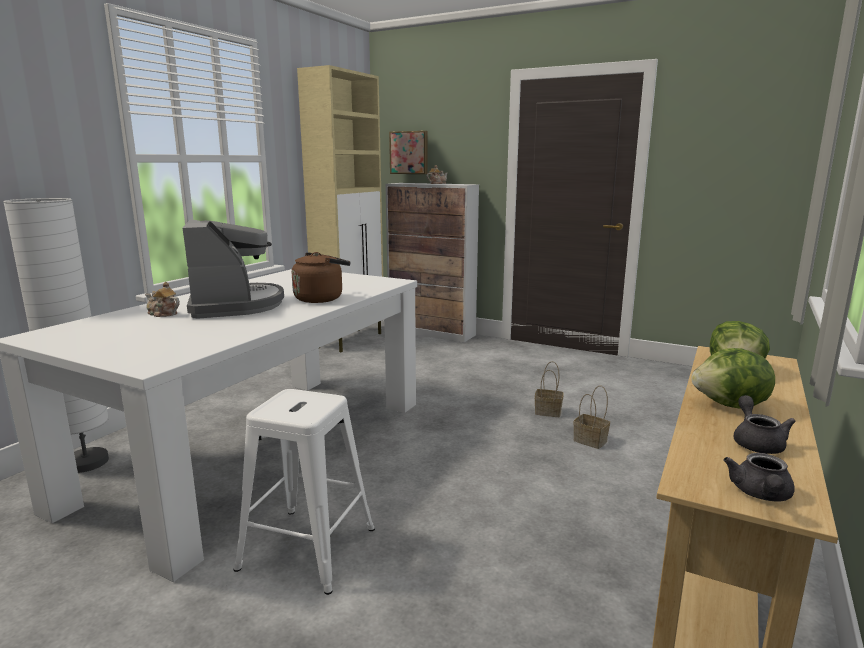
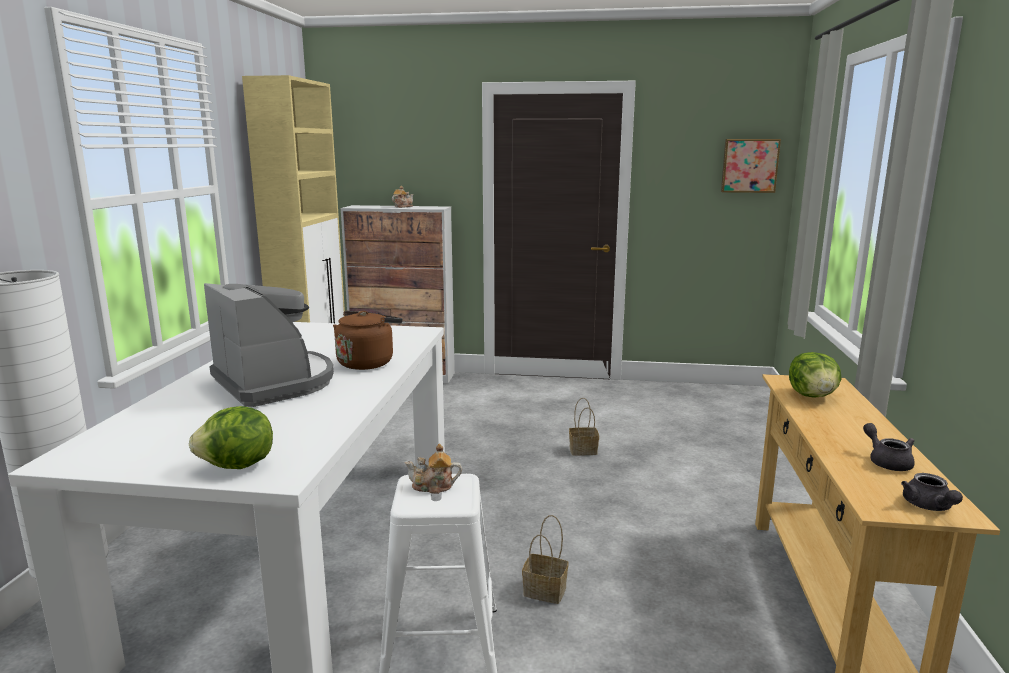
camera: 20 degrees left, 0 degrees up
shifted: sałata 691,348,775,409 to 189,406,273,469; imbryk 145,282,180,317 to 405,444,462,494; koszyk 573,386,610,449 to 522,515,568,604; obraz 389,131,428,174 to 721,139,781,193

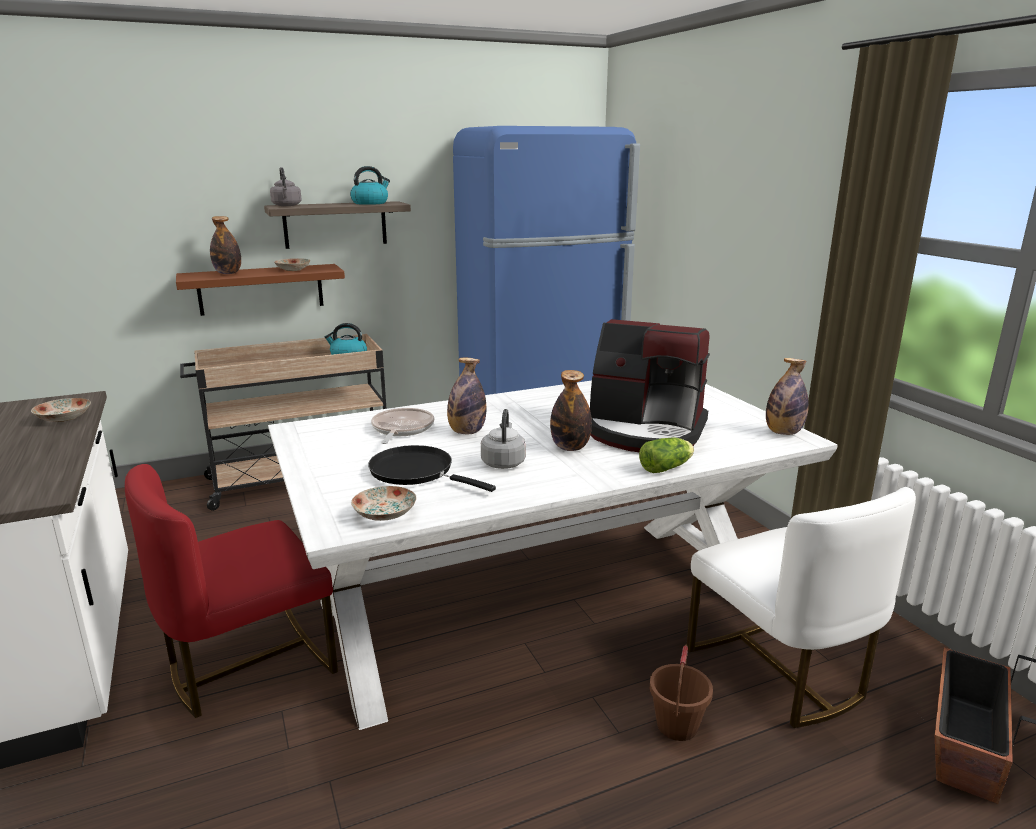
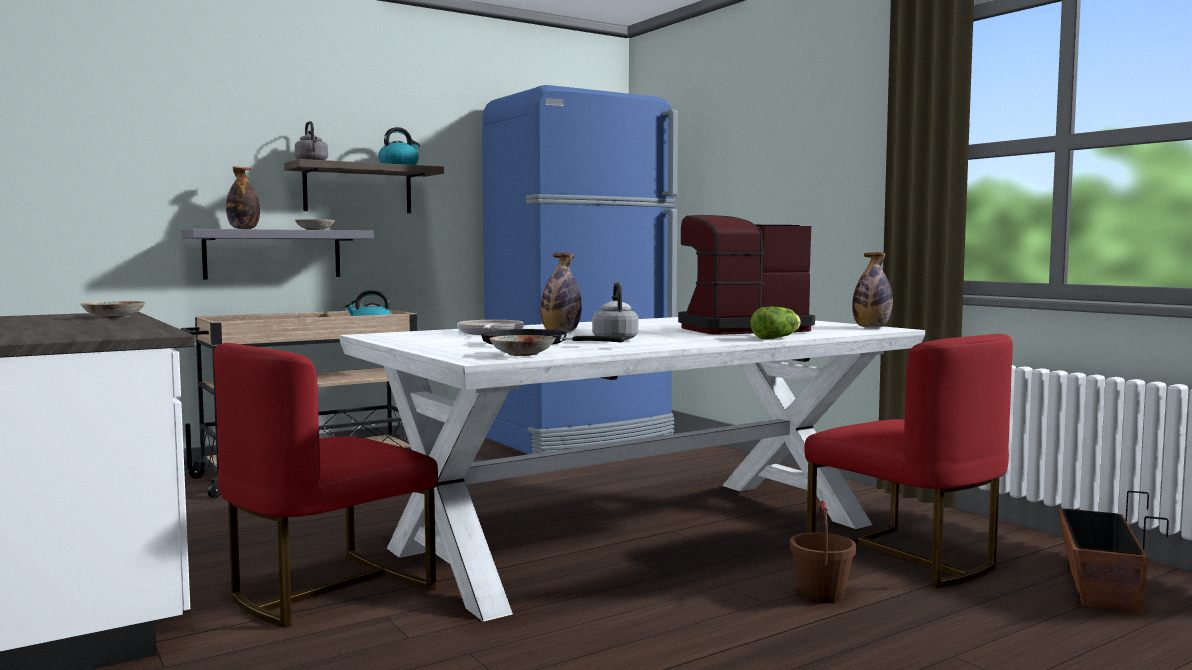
camera: 10 degrees left, 15 degrees down
gone: butelka 550,370,592,451
repainted: półka/brązowy 176,264,345,316 to półka/szary 181,229,374,279; krzesło/biały 687,487,916,728 to krzesło/czerwony 804,334,1013,588
rotated: ekspres do kawy 590,319,710,452 = 678,215,815,335 150 degrees clockwise

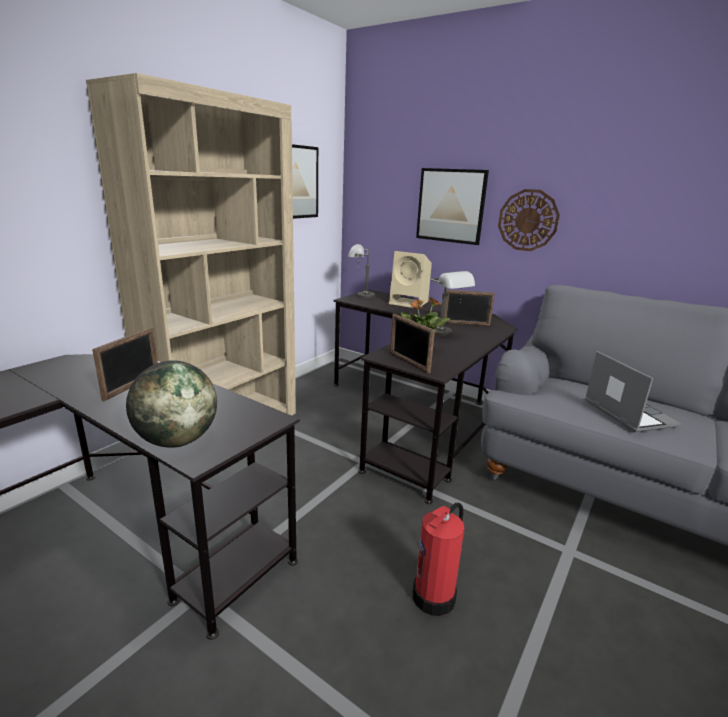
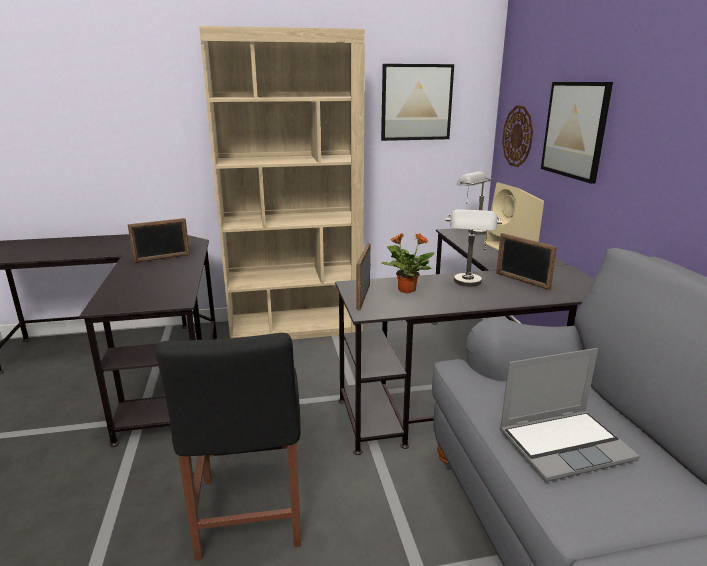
camera: 45 degrees right, 0 degrees up
gone: globus 126,360,217,448
shifted: zegar ścienny 498,189,560,251 to 502,105,533,167
swapped: gaśnica 413,503,465,616 to krzesło/czarny 156,333,301,561
rotated: laptop 585,351,681,432 = 500,348,640,482 45 degrees clockwise

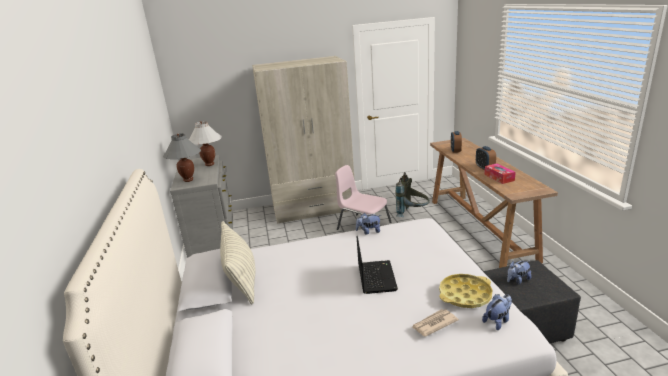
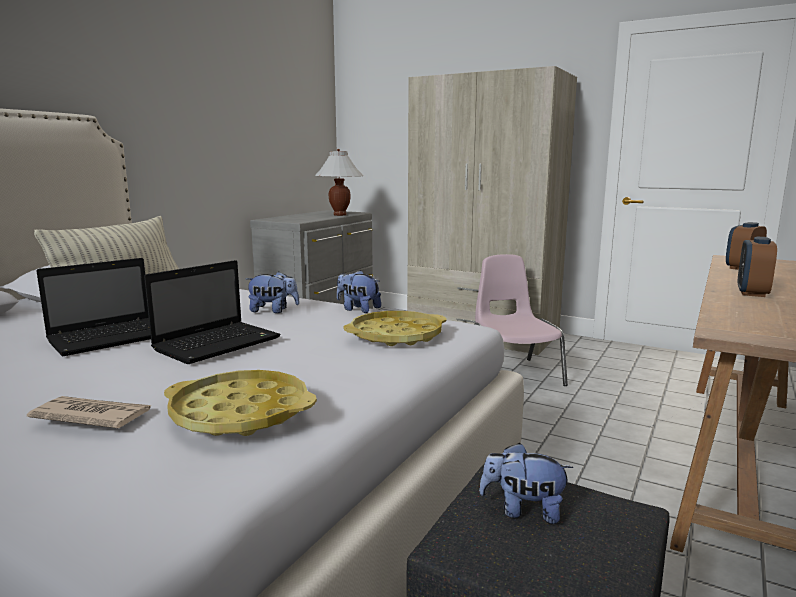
camera: 40 degrees right, 10 degrees down
gone: lampa stołowa/szary 163,134,201,182; plecak/szary 395,172,430,217; pudełko chusteczek 485,163,516,184
new: laptop 36,258,151,357; taca/żółty 343,311,446,346
shifted: pluszak 482,294,512,330 to 246,271,299,313

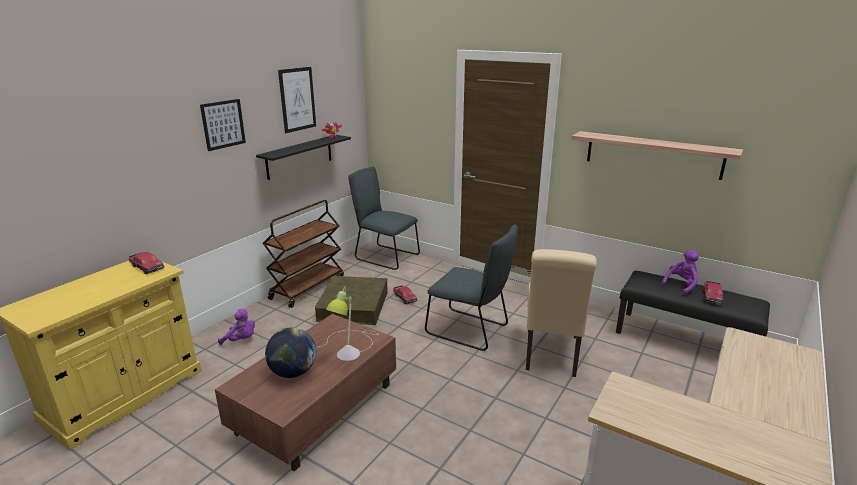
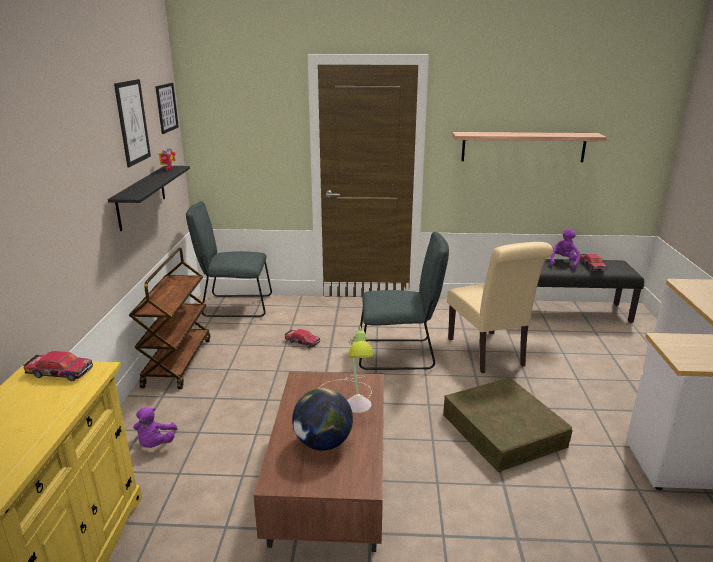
camera: 30 degrees left, 0 degrees up
shifted: obraz 200,99,246,151 to 155,83,179,134; pojemnik do przechowywania/brązowy 315,276,388,325 to 443,377,572,472
rotated: pluszak/fioletowy 218,309,255,345 = 134,407,178,448 105 degrees clockwise

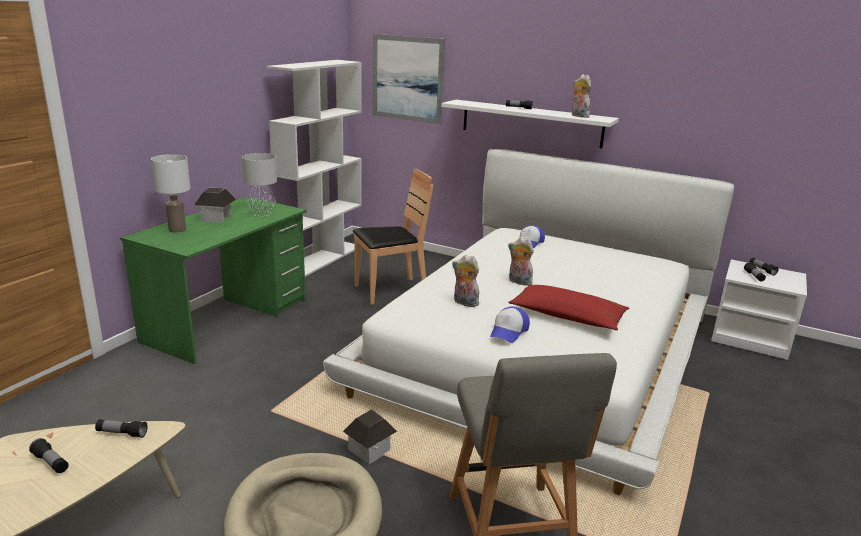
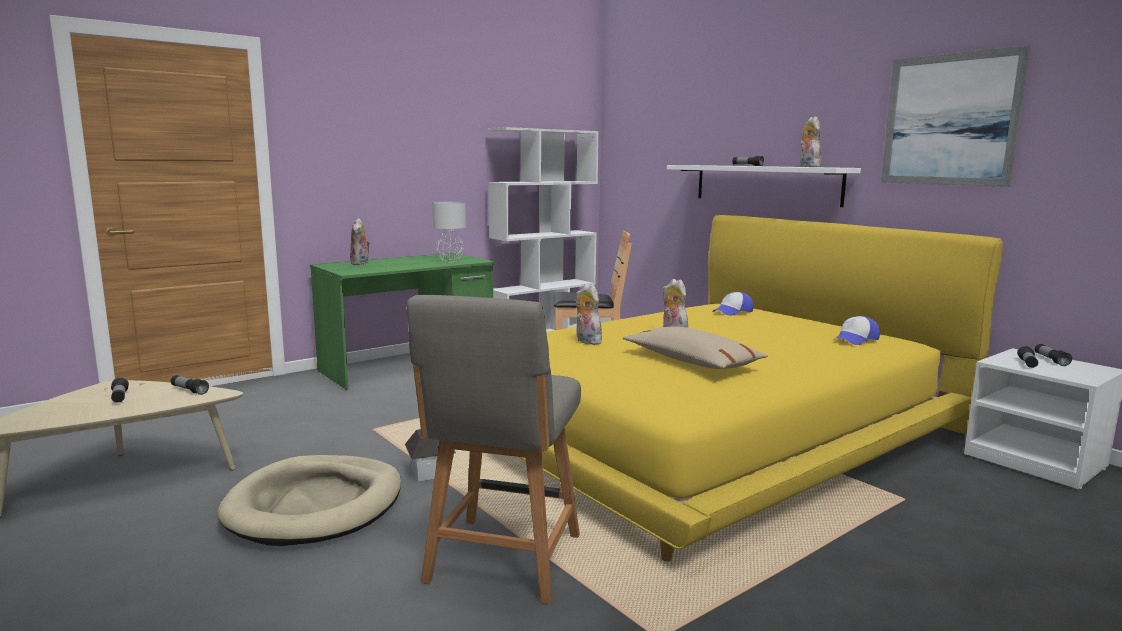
camera: 25 degrees right, 10 degrees down
gone: domek 194,188,236,223
shifted: czapka z daszkiem 490,306,530,343 to 835,316,880,345; obraz 372,34,445,124 to 881,45,1031,187
swapped: lampa stołowa/biały 151,154,191,233 to pluszak 350,218,370,265
repainted: łóżko/biały 323,149,734,495 to łóżko/żółty 519,215,1003,562; poduszka/czerwony 508,284,629,330 to poduszka/beżowy 623,326,768,369

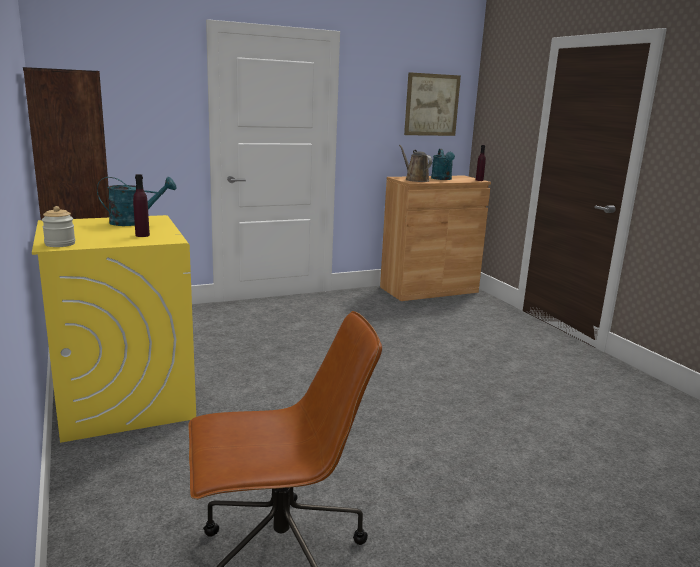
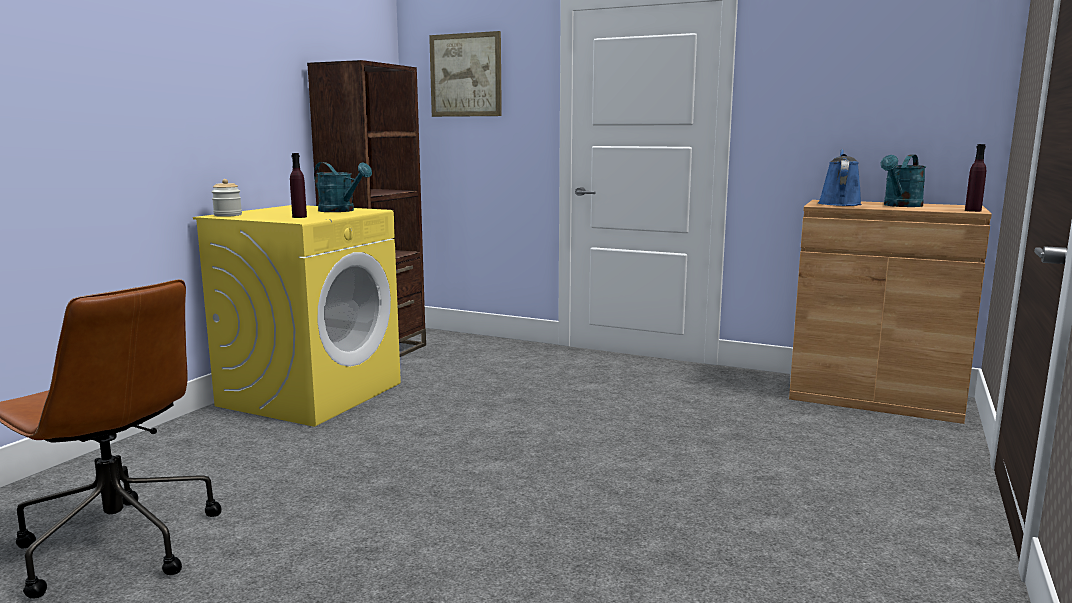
camera: 50 degrees right, 5 degrees down
shifted: obraz 404,72,461,136 to 429,31,502,117
repainted: konewka/brązowy 399,145,432,182 to konewka/niebieski 818,149,862,206

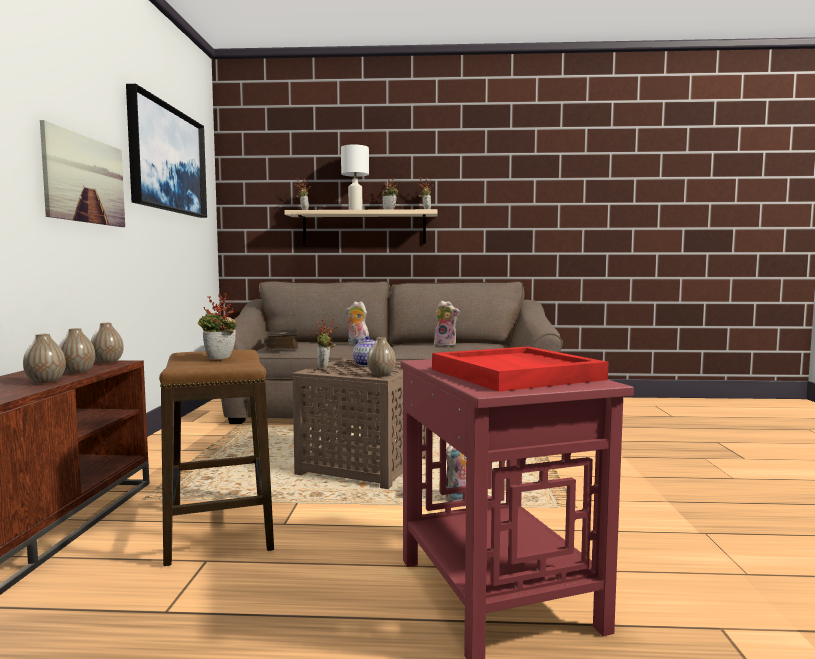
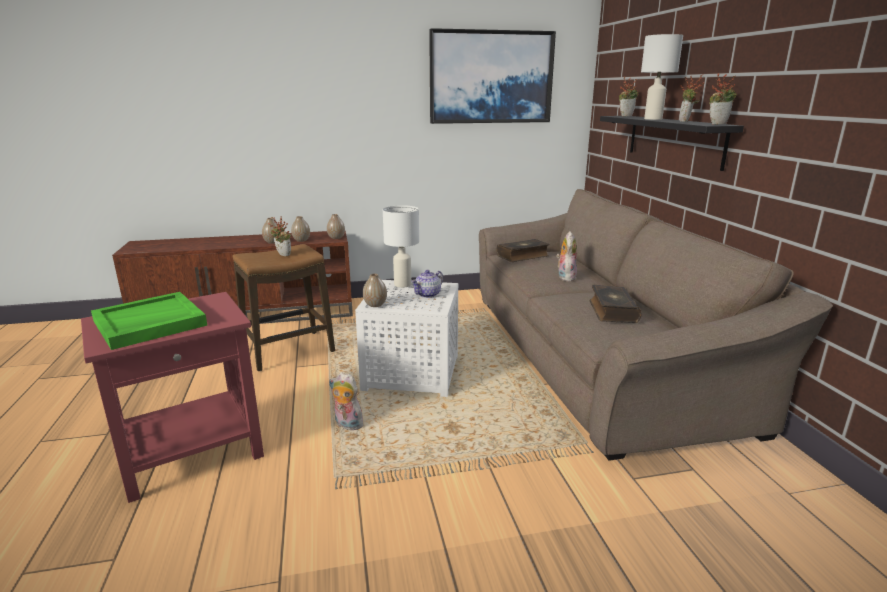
camera: 75 degrees right, 15 degrees up
gone: obraz 40,120,125,227
swapped: roślina doniczkowa 313,318,338,369 to lampa stołowa/biały 383,205,419,288; pluszak 432,301,460,347 to książka 589,285,642,323
repainted: taca/czerwony 432,346,609,392 to taca/zielony 91,292,207,350; stolik/brązowy 292,358,426,489 to stolik/biały 355,280,458,397; półka/beżowy 284,209,438,244 to półka/czarny 600,116,744,171

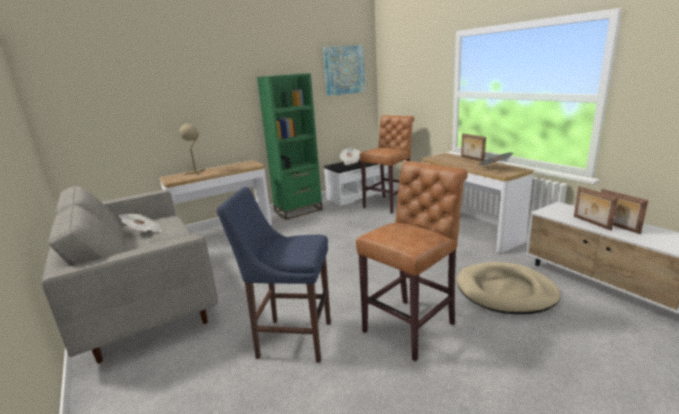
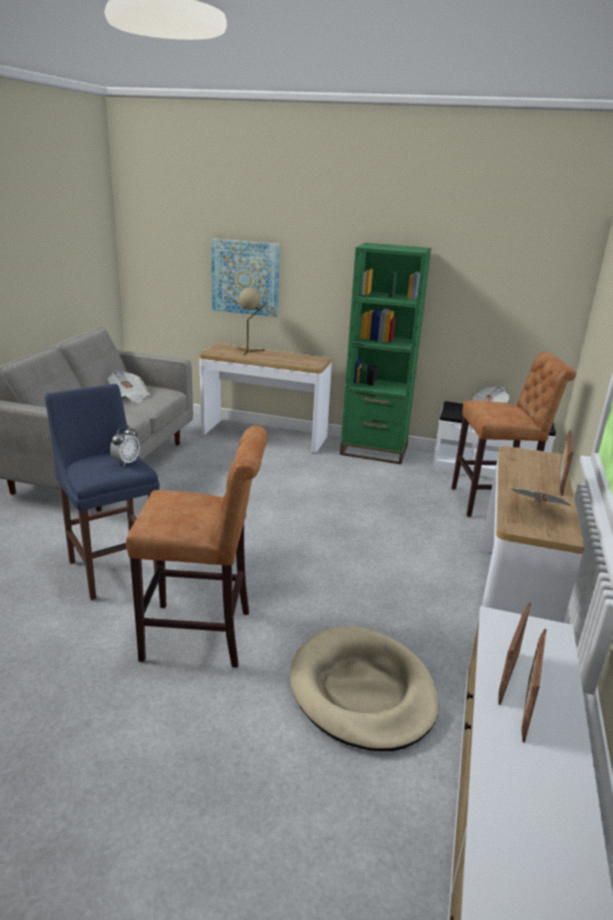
camera: 45 degrees right, 5 degrees up
new: budzik 110,425,140,466
shifted: obraz 323,45,365,96 to 211,238,280,317

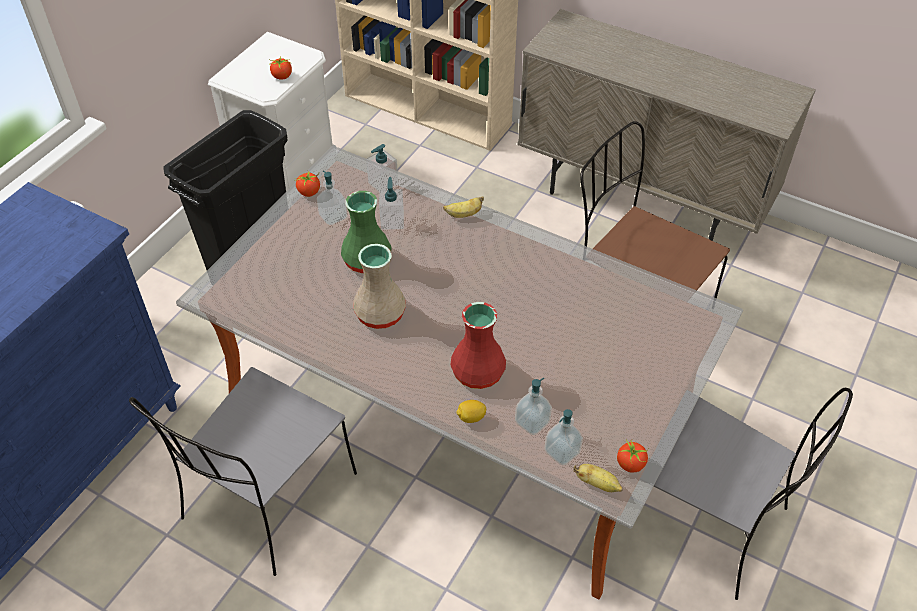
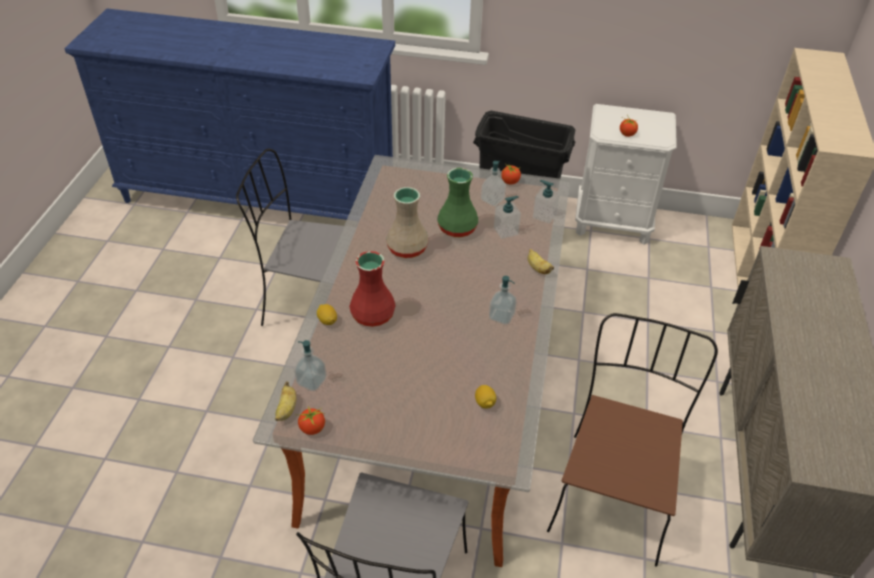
camera: 70 degrees right, 5 degrees down
new: cytryna 475,385,496,409
shifted: dozownik mydła 515,378,552,435 to 489,276,517,325

